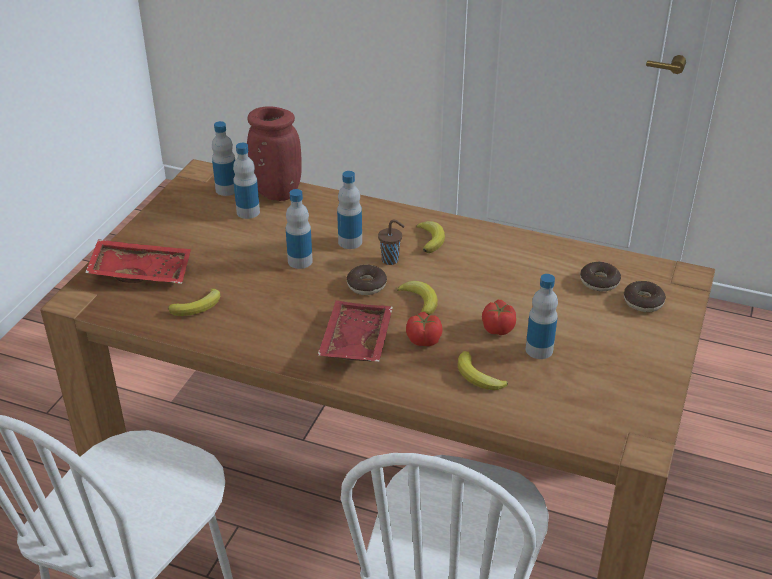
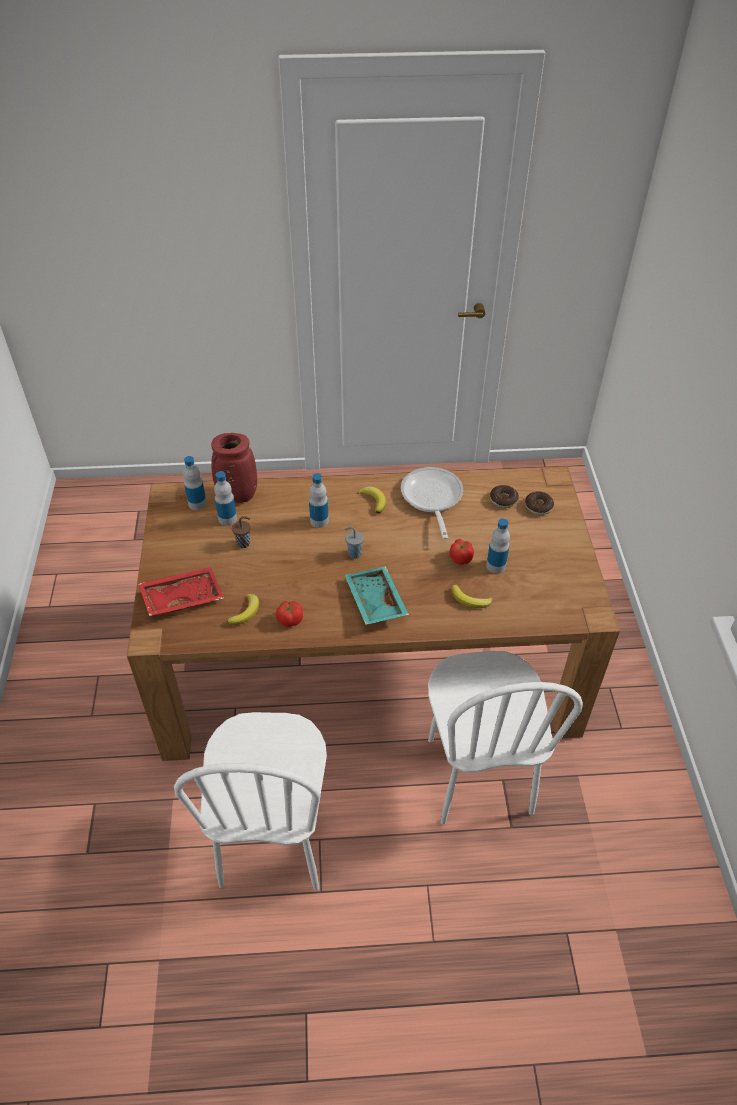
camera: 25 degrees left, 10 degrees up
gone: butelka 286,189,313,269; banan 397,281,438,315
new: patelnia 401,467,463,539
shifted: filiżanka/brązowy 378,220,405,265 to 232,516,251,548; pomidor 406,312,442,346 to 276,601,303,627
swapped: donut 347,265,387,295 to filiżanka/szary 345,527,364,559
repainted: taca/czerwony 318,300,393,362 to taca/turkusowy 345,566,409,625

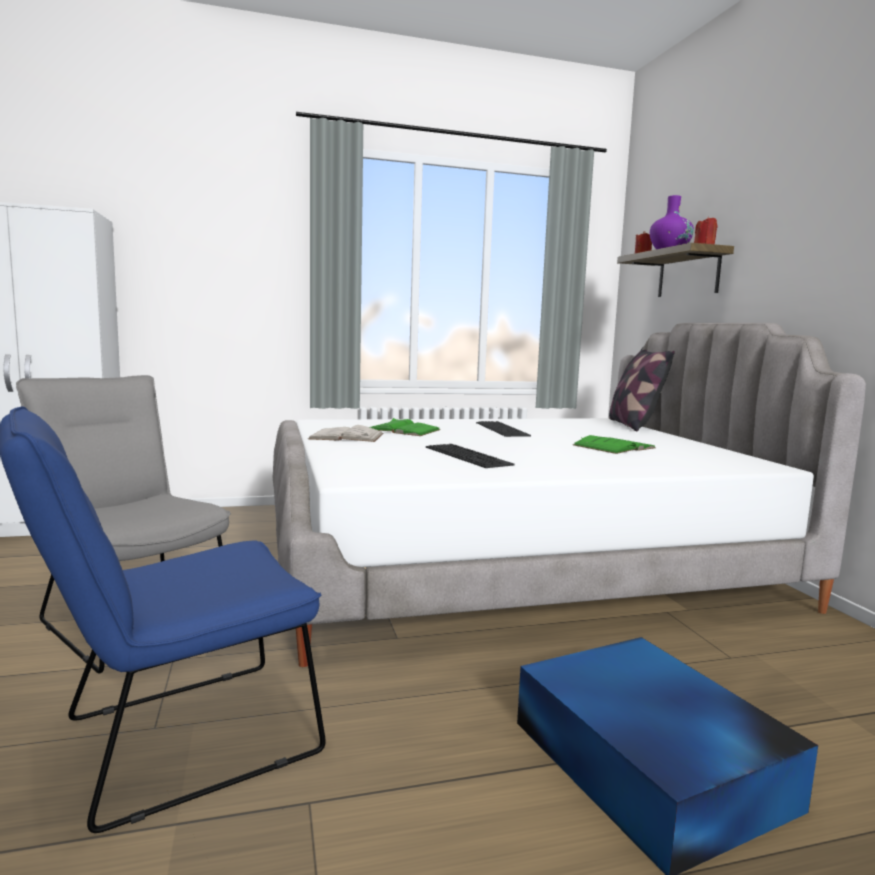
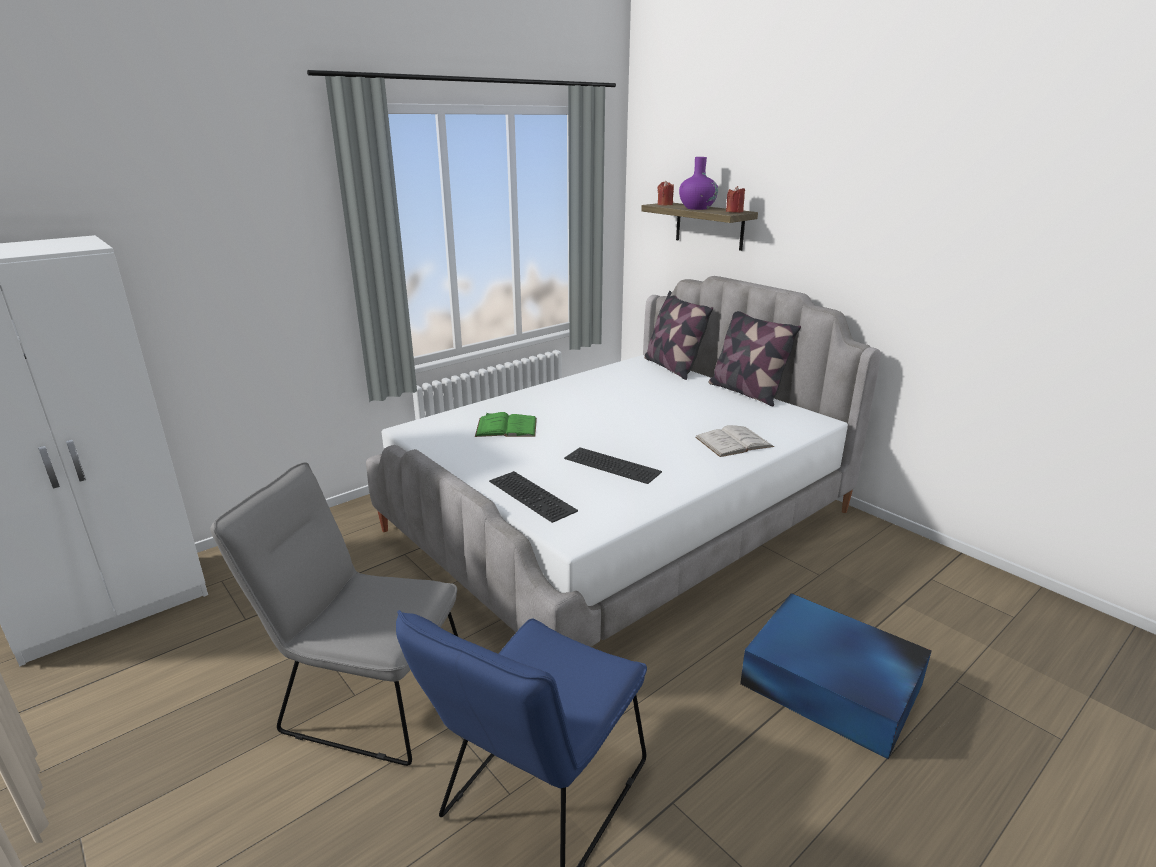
camera: 25 degrees left, 15 degrees up
gone: książka/zielony 573,435,656,454
new: poduszka 709,311,801,406
shifted: klawiatura 476,421,531,437 to 489,471,578,523; książka/biały 308,425,384,442 to 695,425,774,457

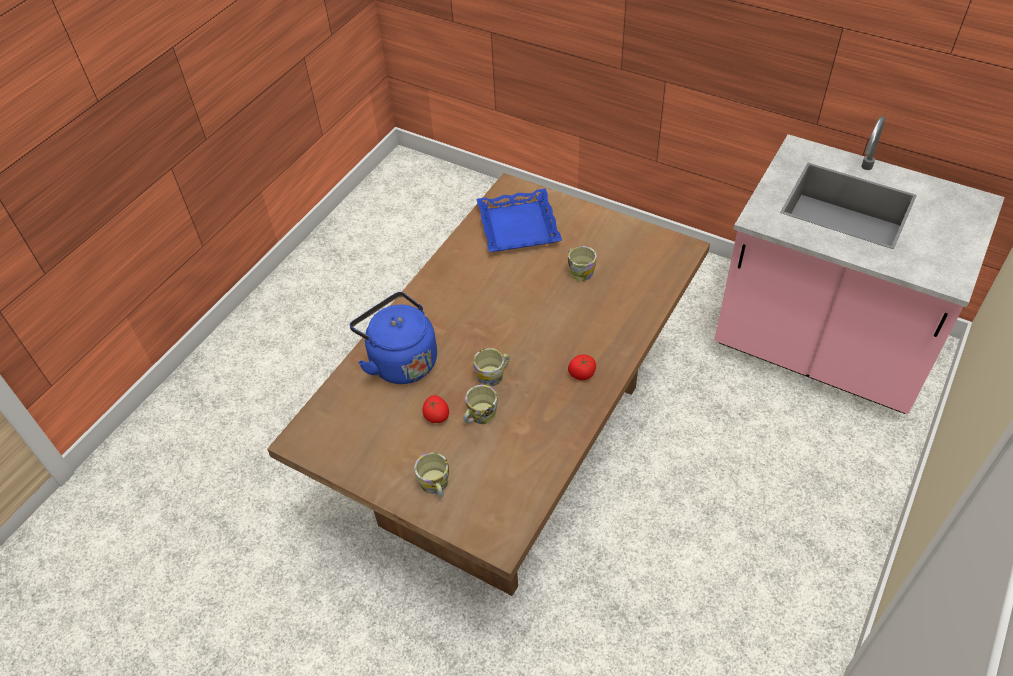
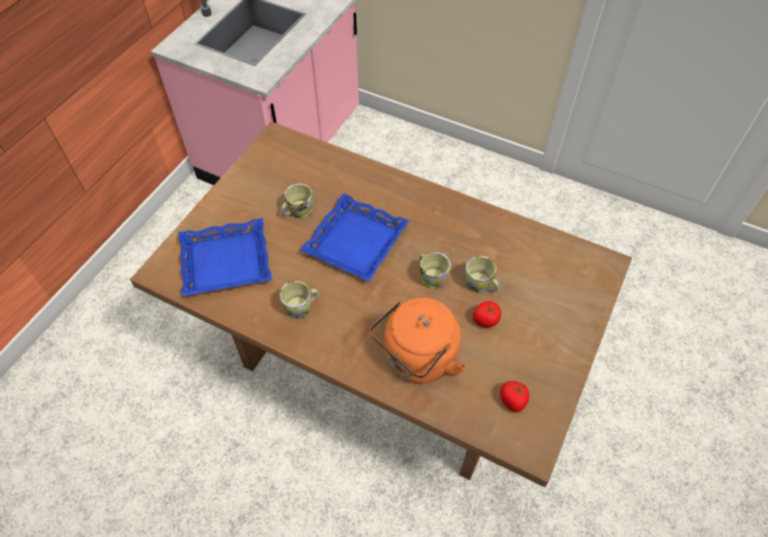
camera: 95 degrees left, 5 degrees up
new: taca/niebieski 300,193,409,282
shifted: kubek 414,452,449,498 to 279,281,319,319; pomidor 568,355,596,380 to 500,381,529,412
repainted: czajnik/niebieski 350,292,437,384 to czajnik/pomarańczowy 369,298,466,383

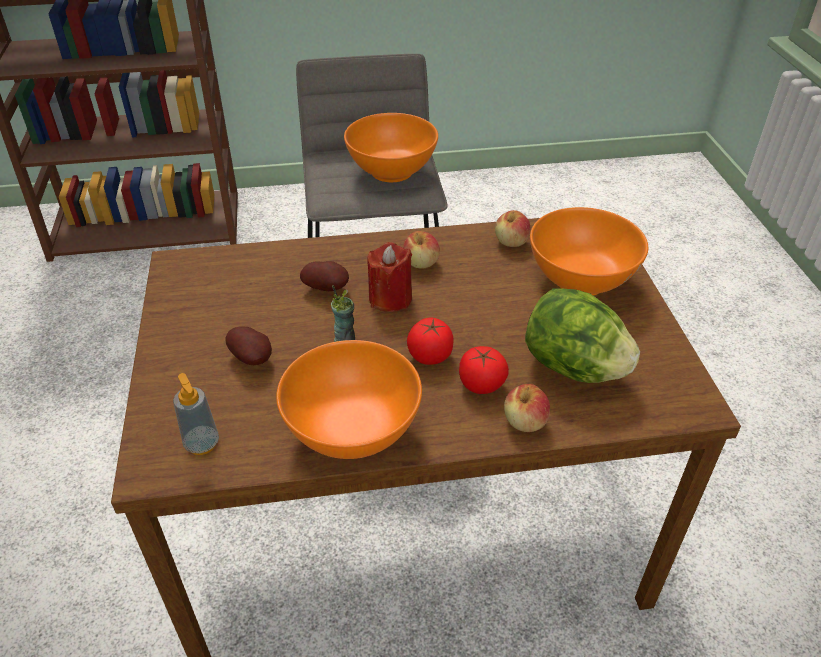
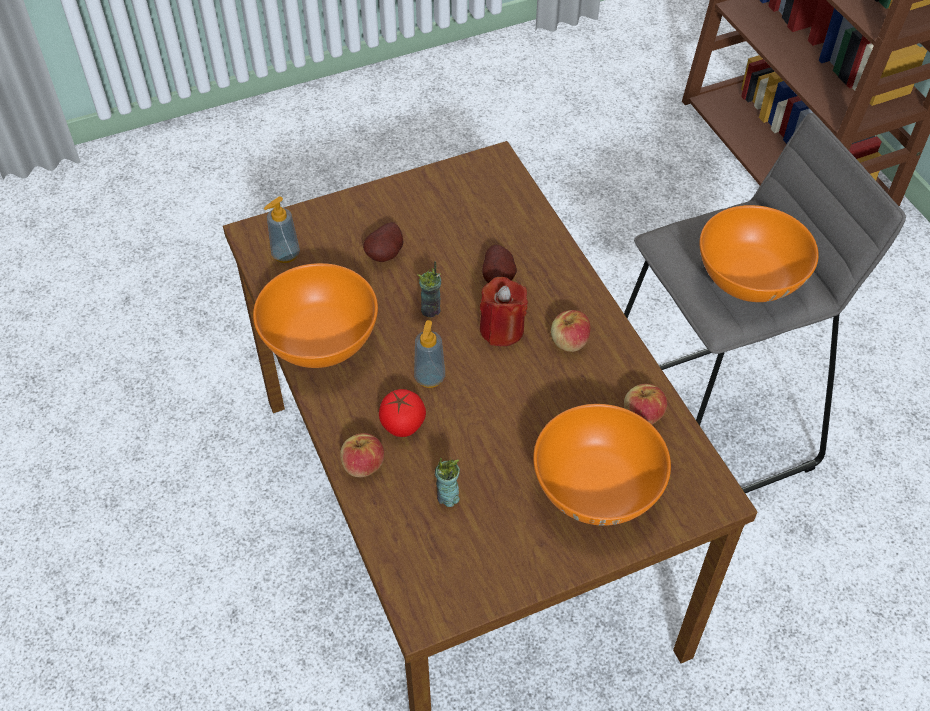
camera: 75 degrees right, 10 degrees up
swapped: pomidor 407,317,454,365 to dozownik mydła 414,320,445,388; sałata 525,288,640,383 to filiżanka 435,458,460,507

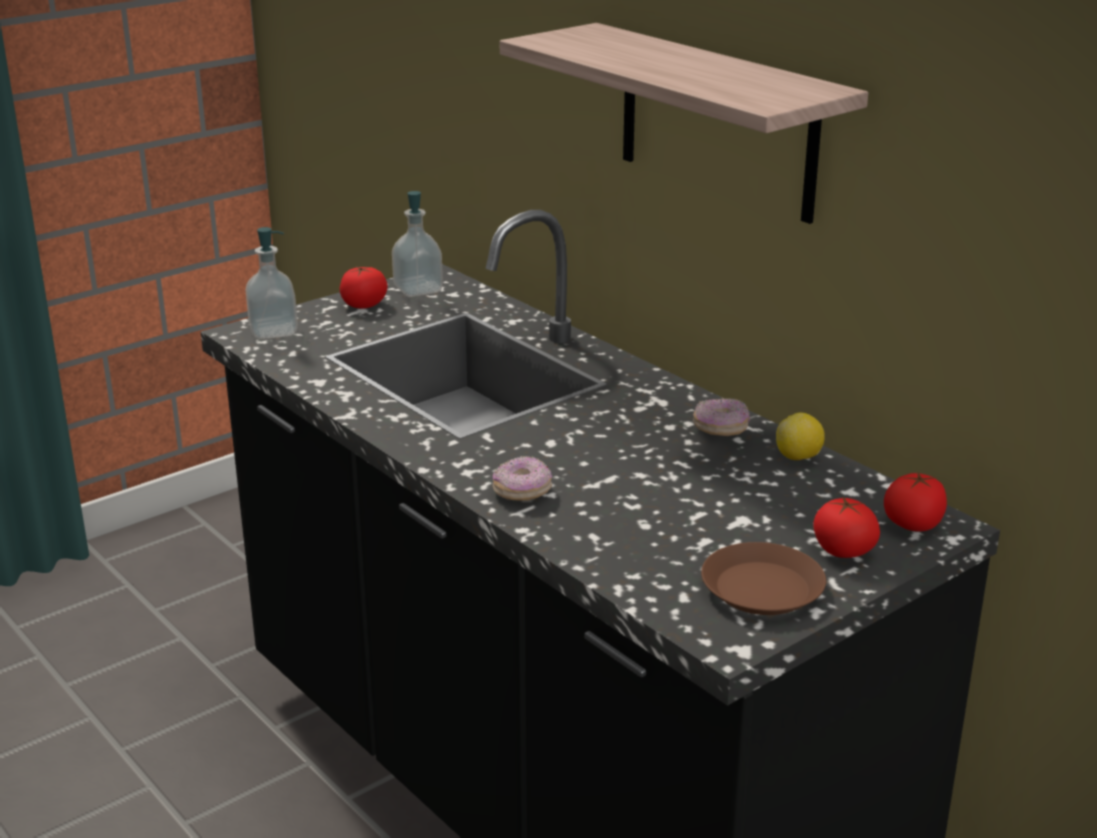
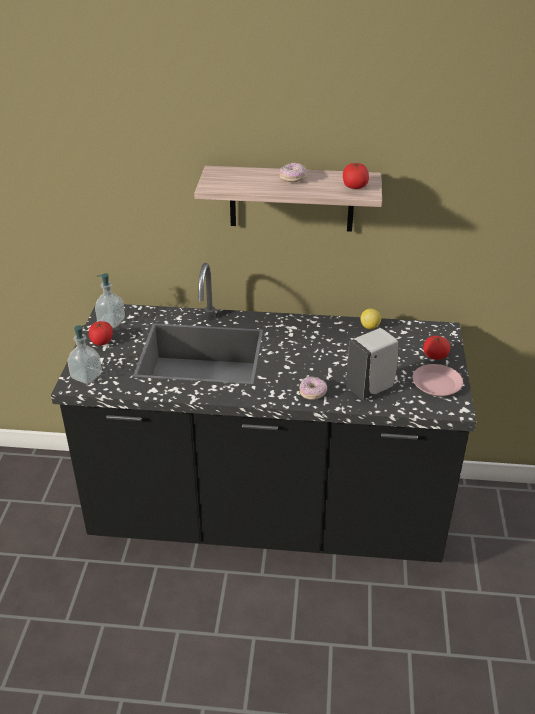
camera: 45 degrees left, 10 degrees up
new: dozownik mydła/biały 346,328,398,400
shifted: donut 693,398,750,436 to 280,163,307,182; pomidor 884,471,947,531 to 343,163,369,189
repainted: talerz/brązowy 701,542,826,615 to talerz/różowy 412,364,463,396

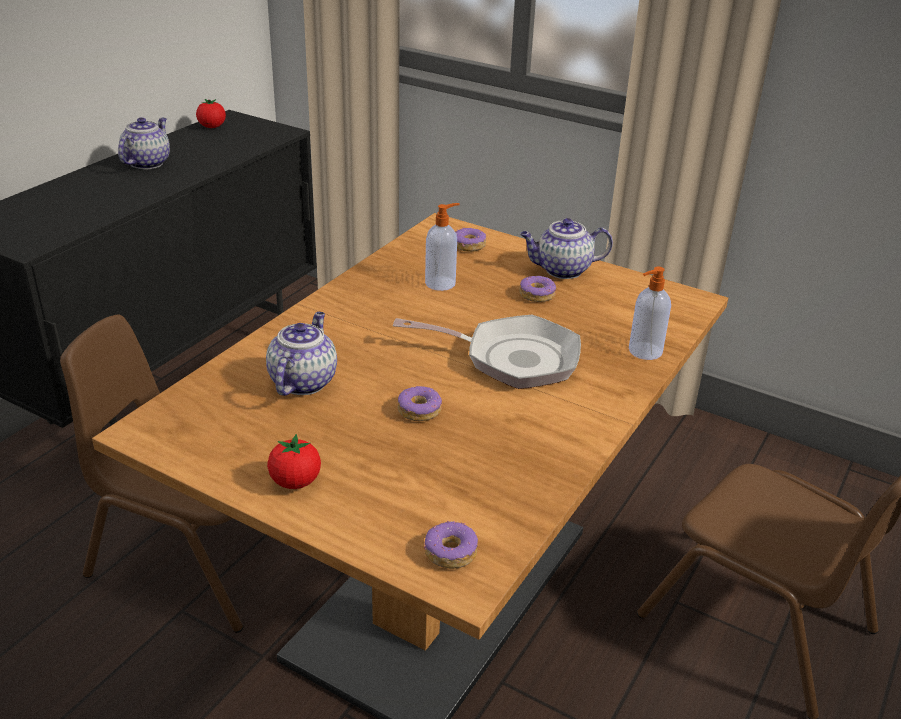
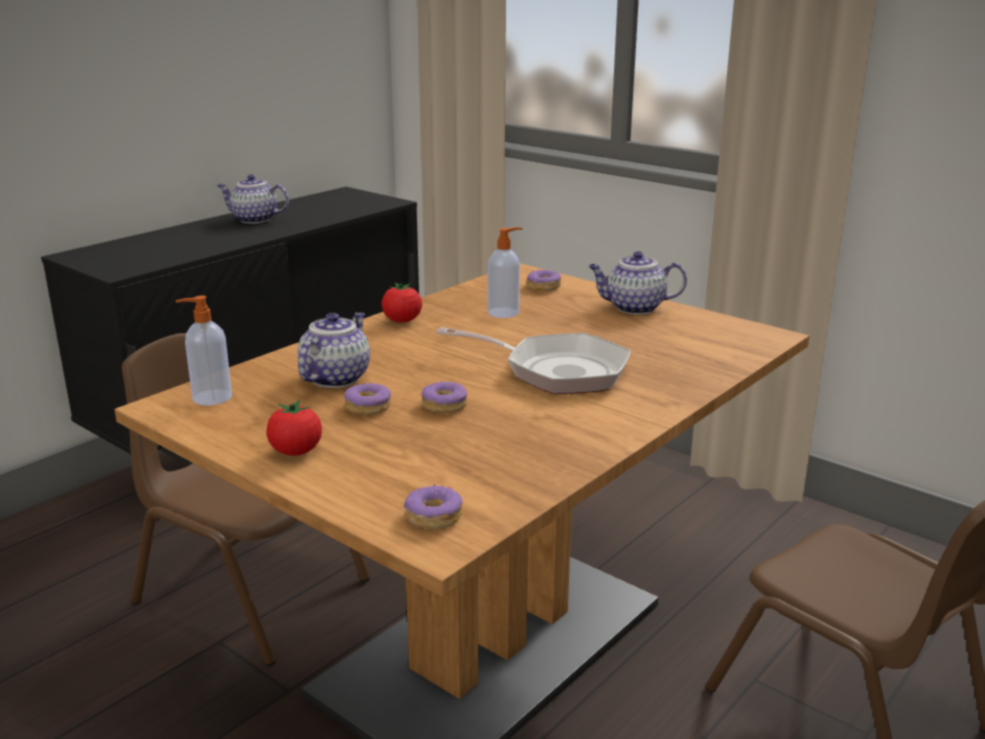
camera: 10 degrees right, 10 degrees down
shifted: dozownik mydła 629,267,671,360 to 176,295,232,406; donut 519,275,556,302 to 344,383,391,415; pomidor 196,99,226,128 to 382,283,422,322
rotated: imbryk 118,117,170,169 = 217,174,289,224 105 degrees counterclockwise

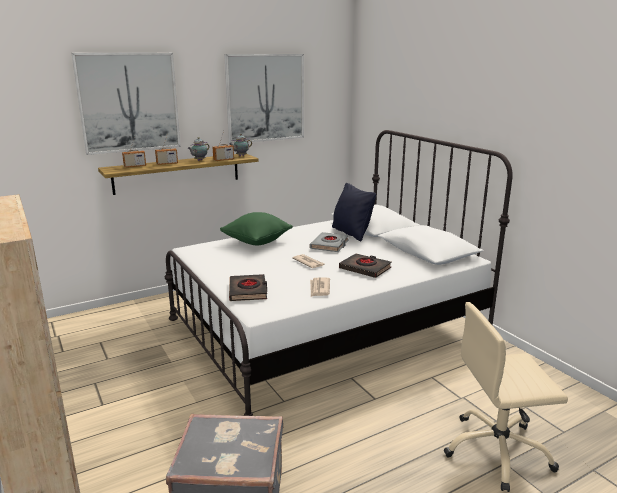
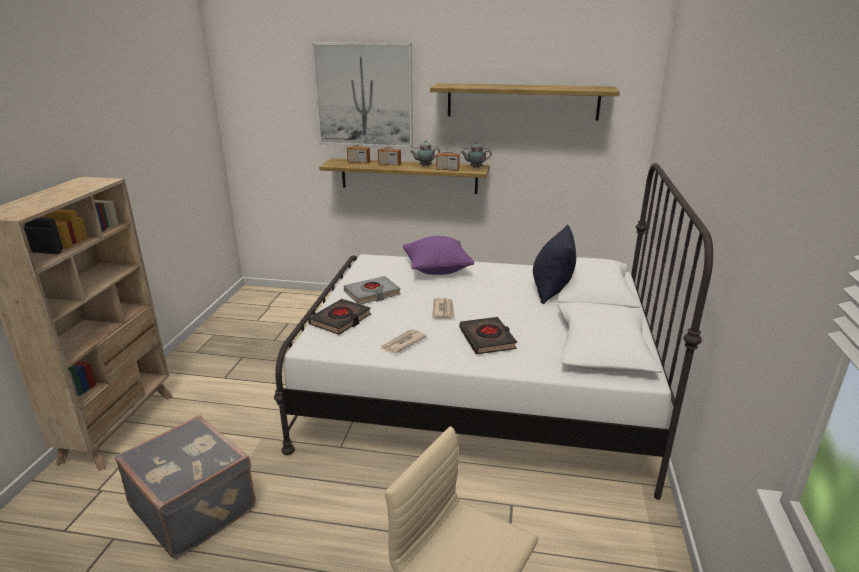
camera: 40 degrees right, 5 degrees up
shifted: książka/szary 310,232,349,252 to 344,276,401,305
swapped: obraz 224,54,304,144 to półka 430,83,620,121
repainted: poduszka/zielony 220,212,293,245 to poduszka/fioletowy 403,236,474,275

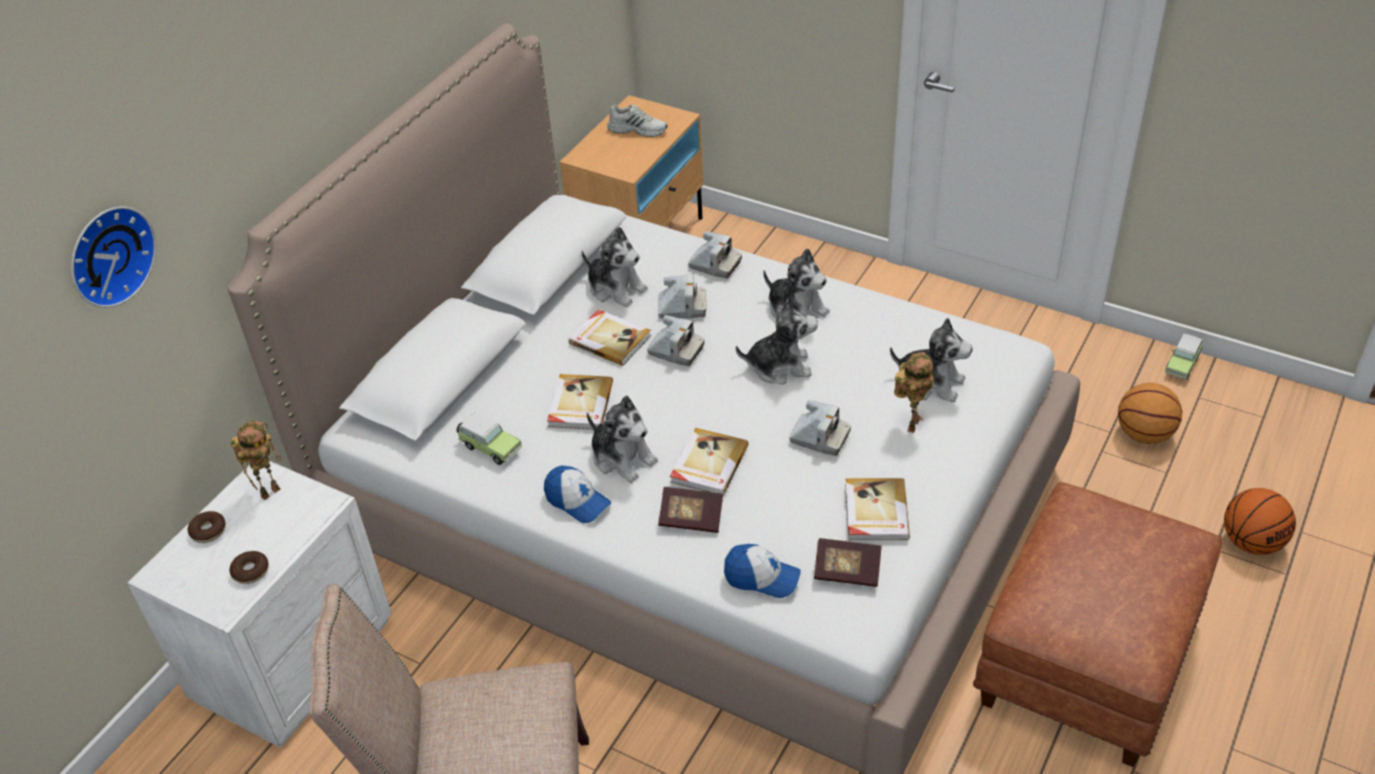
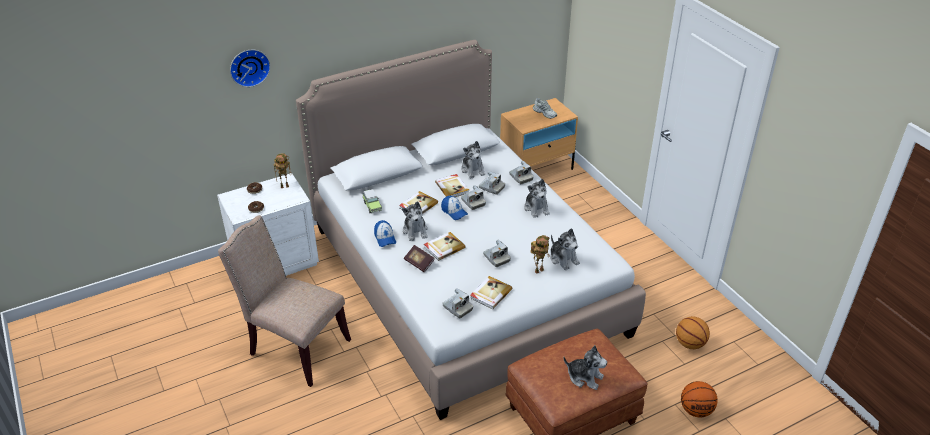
camera: 30 degrees right, 5 degrees down
gone: samochodzik 1165,333,1203,380
shifted: czapka z daszkiem 724,544,801,598 to 441,196,468,220; pluszak 736,299,818,384 to 563,345,607,390
swapped: książka 814,538,881,587 to aparat fotograficzny 442,288,473,319

